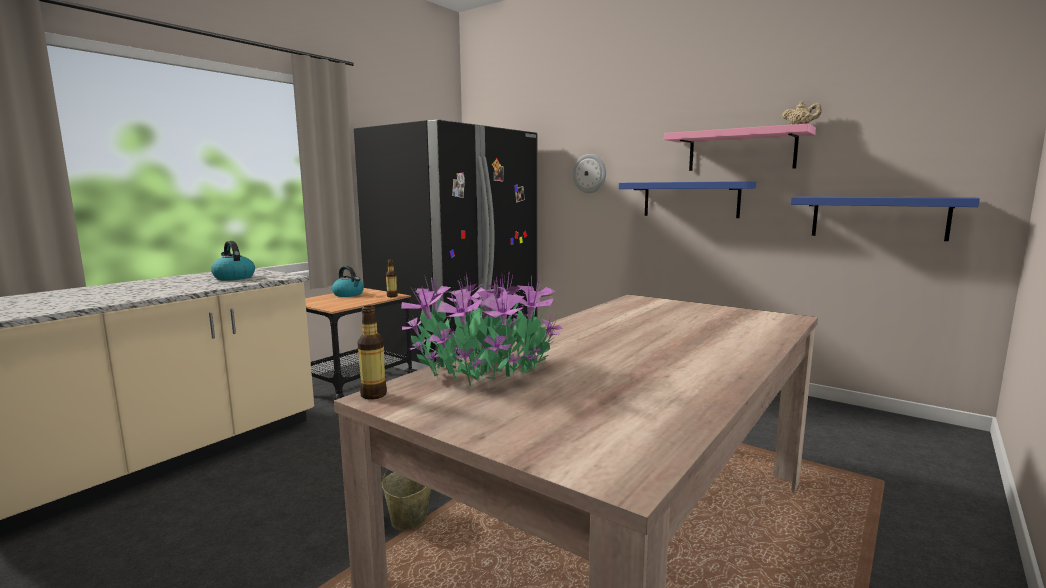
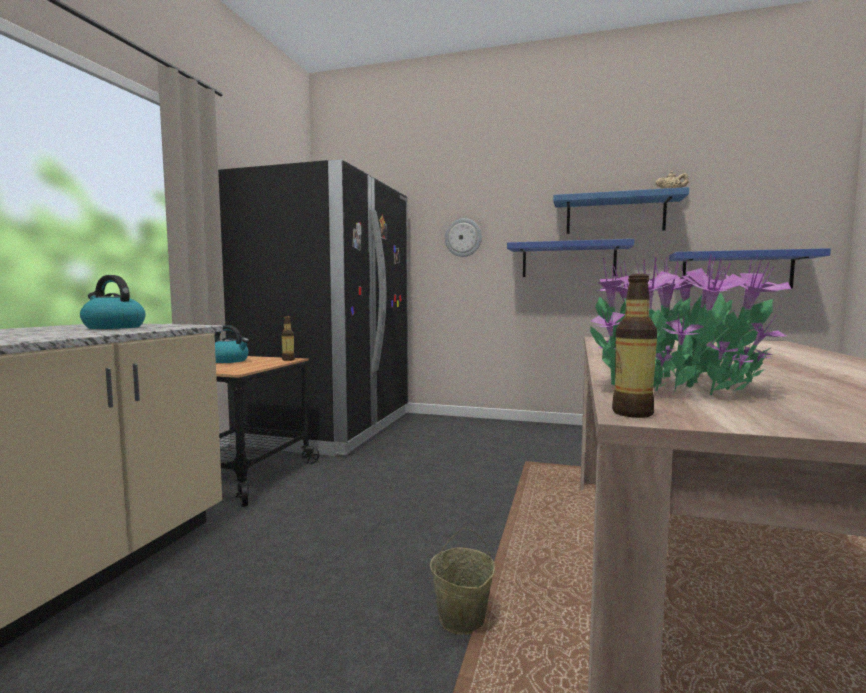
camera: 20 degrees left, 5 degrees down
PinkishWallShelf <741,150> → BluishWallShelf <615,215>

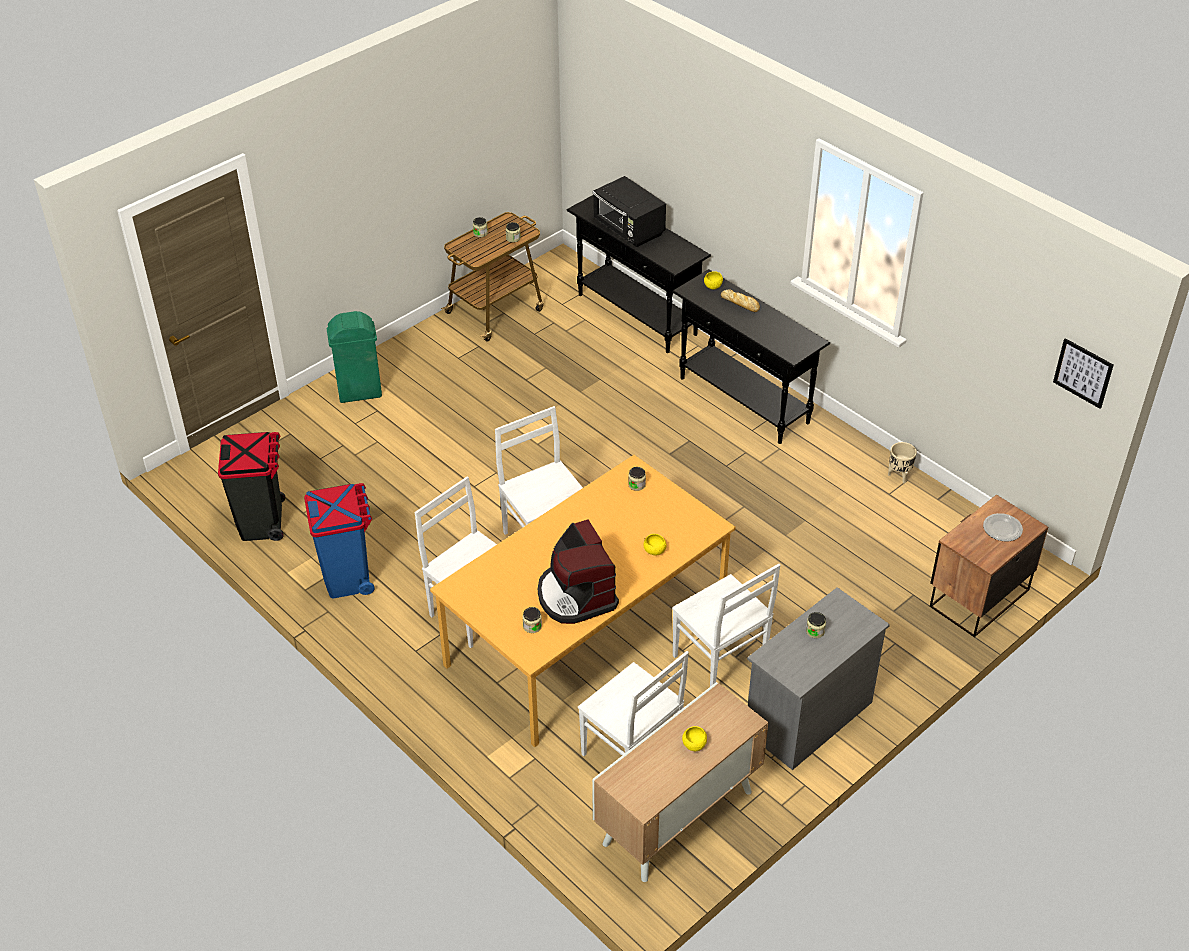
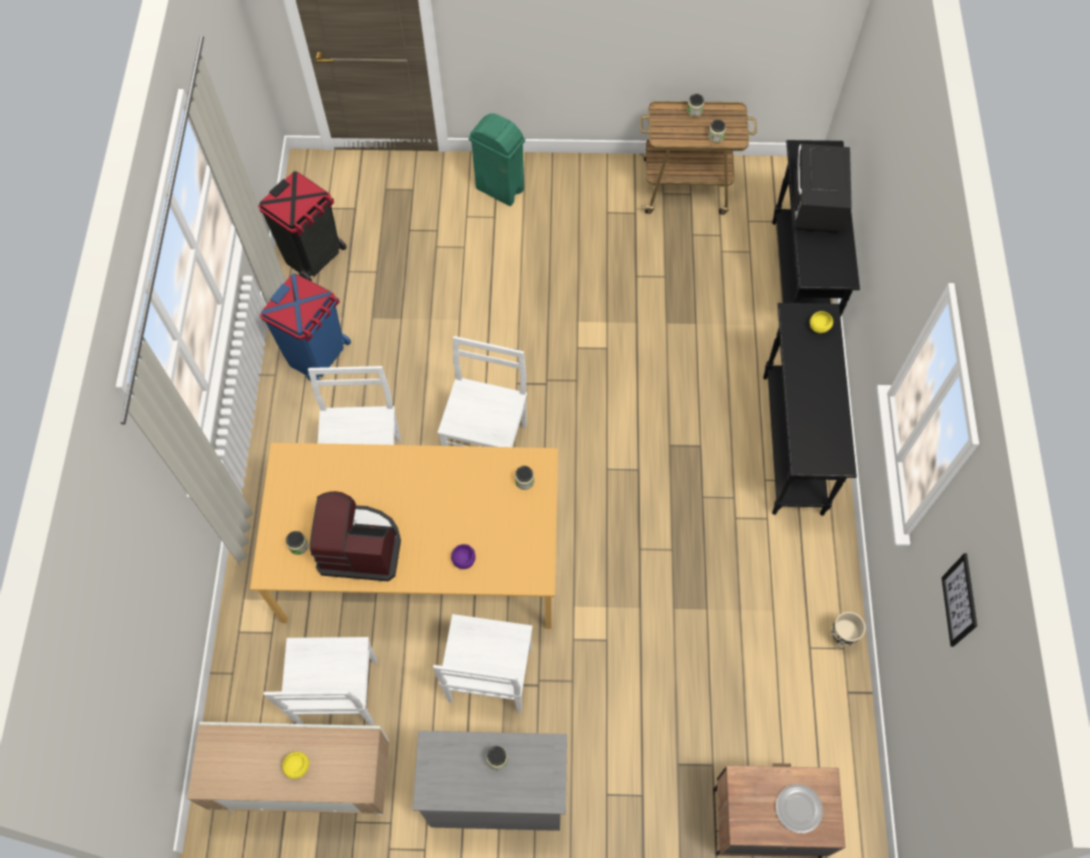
camera: 45 degrees right, 20 degrees up
BakeryBread <740,304> → -
Picture <1083,373> → Picture <960,600>, relocated
CoffeeBrewer <576,595> → CoffeeBrewer <360,547>, 75 degrees clockwise
YellowColouredServingBowl <654,551> → PurplishServingBowl <464,560>

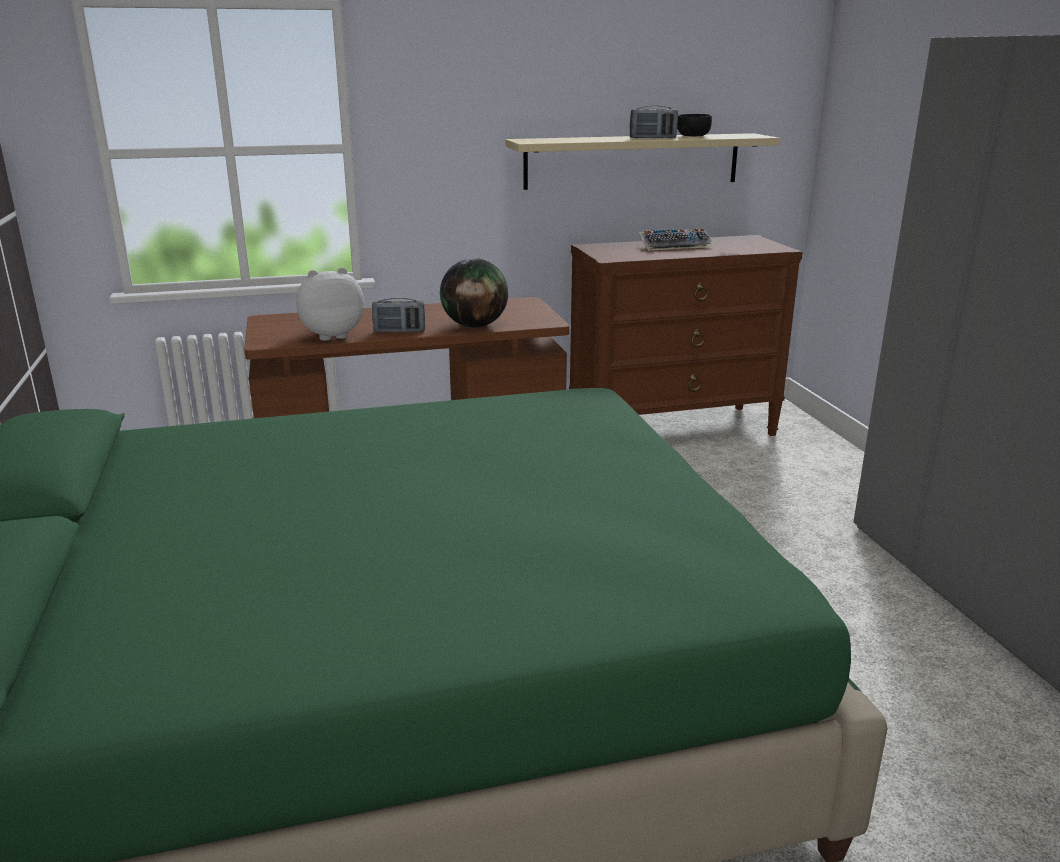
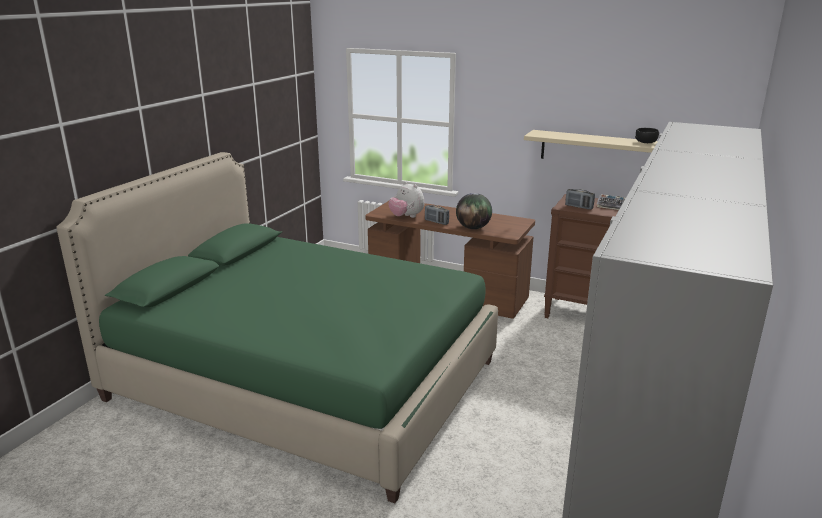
camera: 40 degrees right, 0 degrees up
RadioSet <652,138> → RadioSet <579,207>, relocated
CuddlyToy <331,335> → CuddlyToy <406,217>, 150 degrees counterclockwise

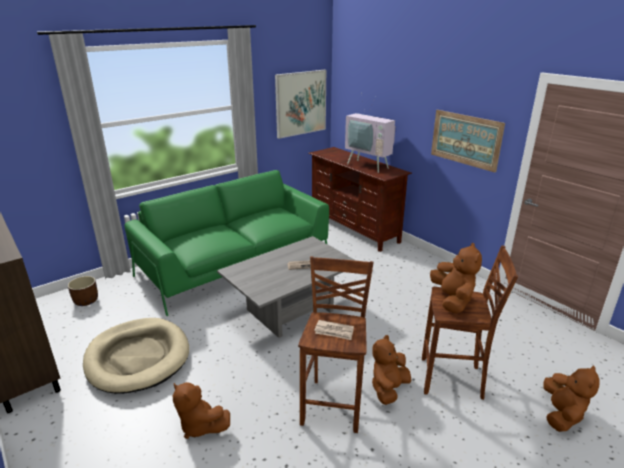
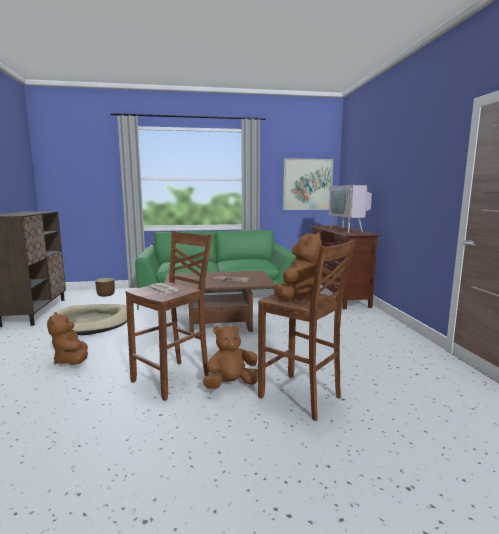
camera: 30 degrees right, 15 degrees down
Picture <465,139> → -
GreyLowTable <290,312> → BrownishLowTable <218,325>
BrownishCuddlyToy <561,414> → -

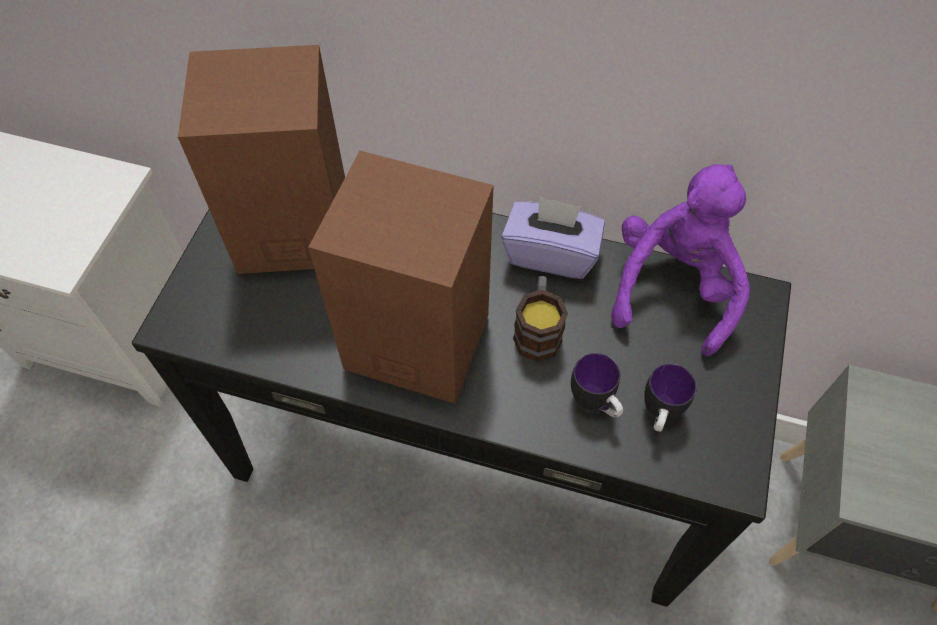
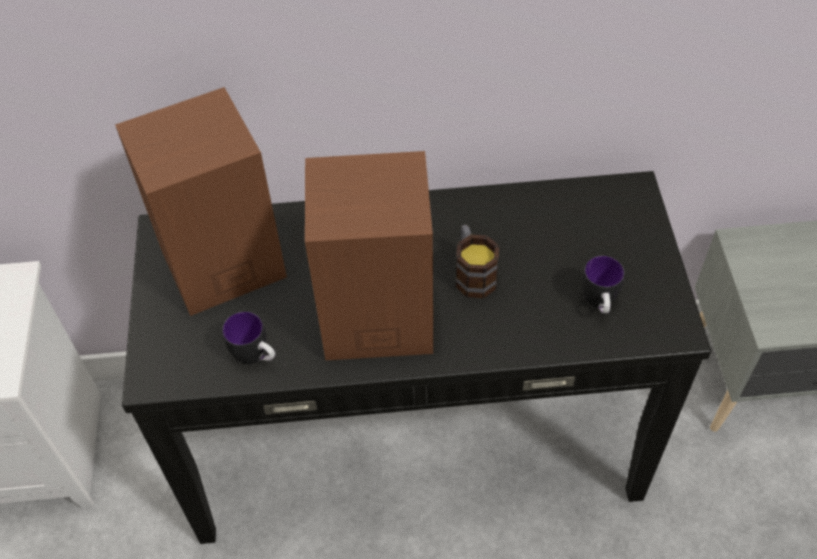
camera: 20 degrees left, 5 degrees down
PurplishCuddlyToy <673,287> → -
PurplishTissueBox <550,254> → -
Mug <595,404> → Mug <256,358>, relocated

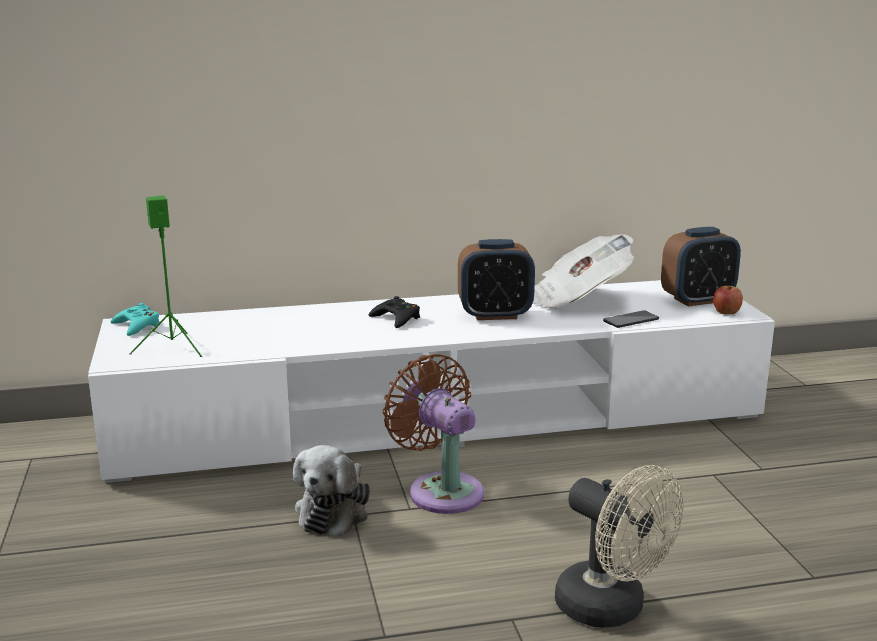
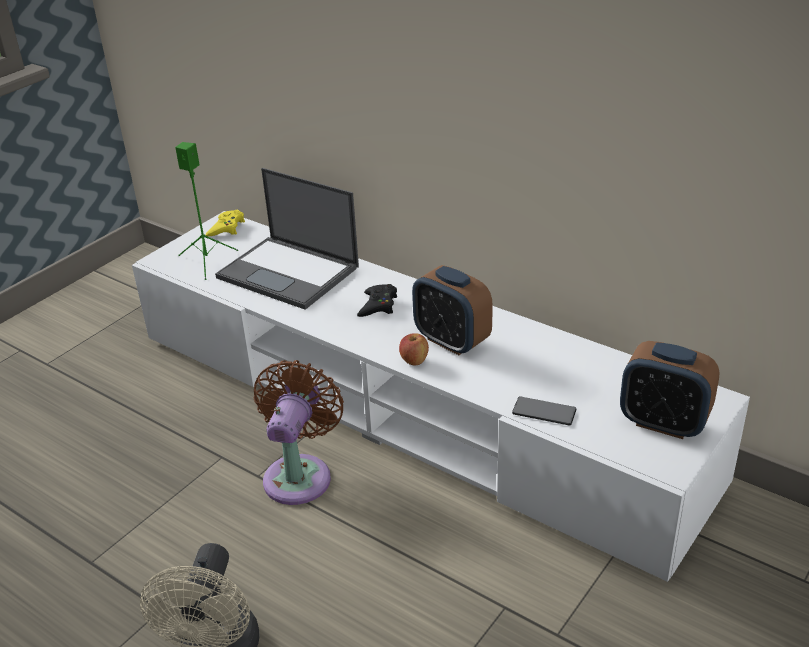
camera: 50 degrees right, 15 degrees up
DailyPaper <576,299> → -
WholeApple <726,313> → WholeApple <414,361>, relocated
TurquoiseJoypad <137,326> → YellowColouredJoypad <226,228>
CuddlyToy <334,511> → -
- → PortableComputer <290,272>

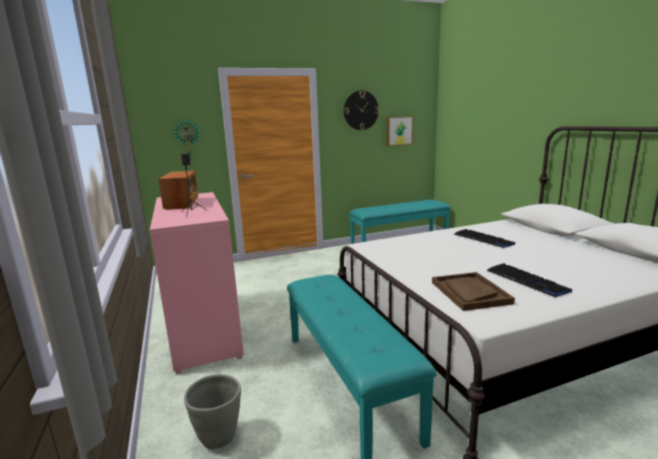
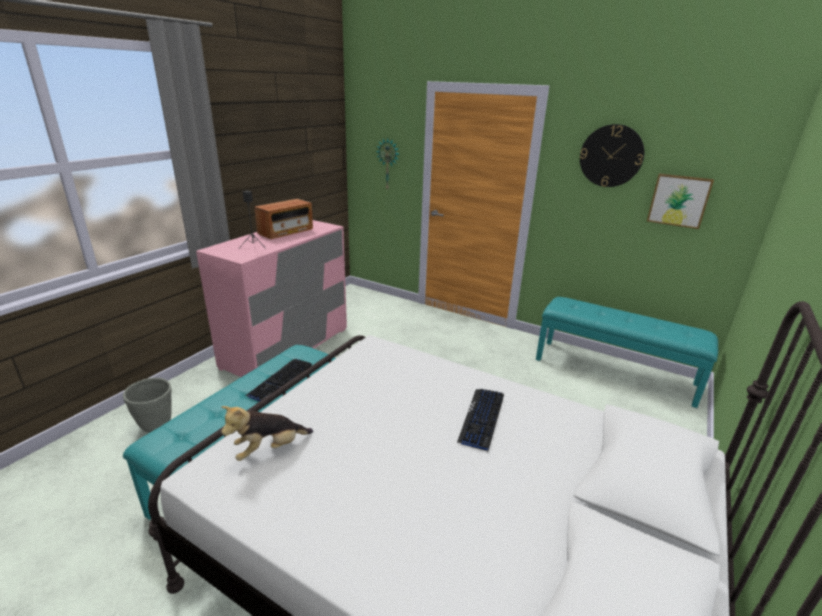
camera: 50 degrees right, 10 degrees up
Keyboard <526,281> → Keyboard <280,381>, relocated
BrownishTray <469,292> → CuddlyToy <269,449>

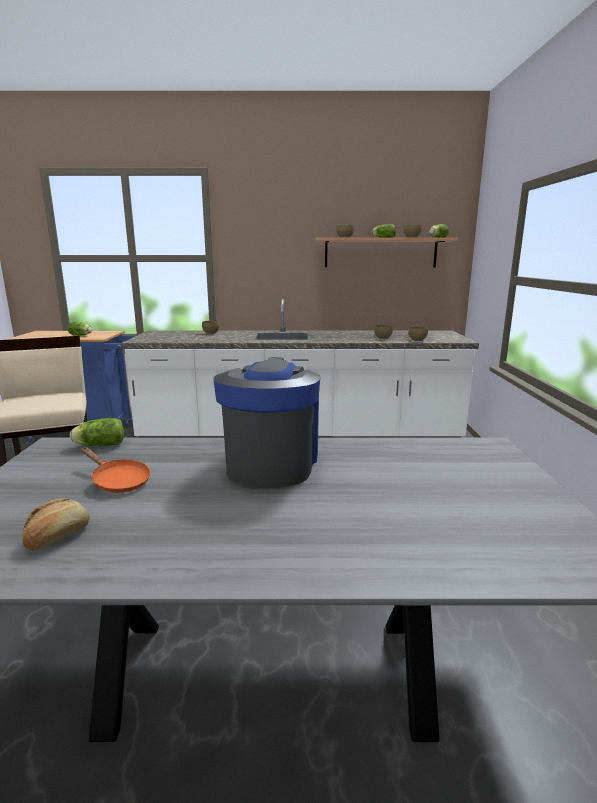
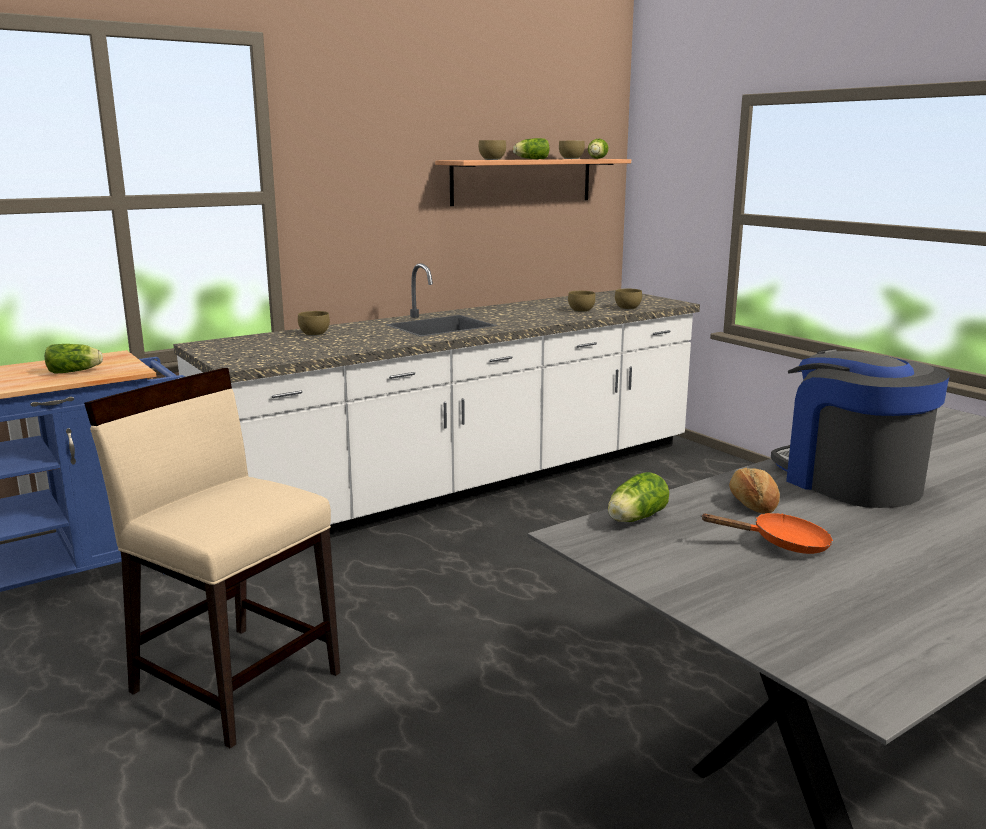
camera: 35 degrees left, 0 degrees up
BakeryBread <57,536> → BakeryBread <752,504>, relocated

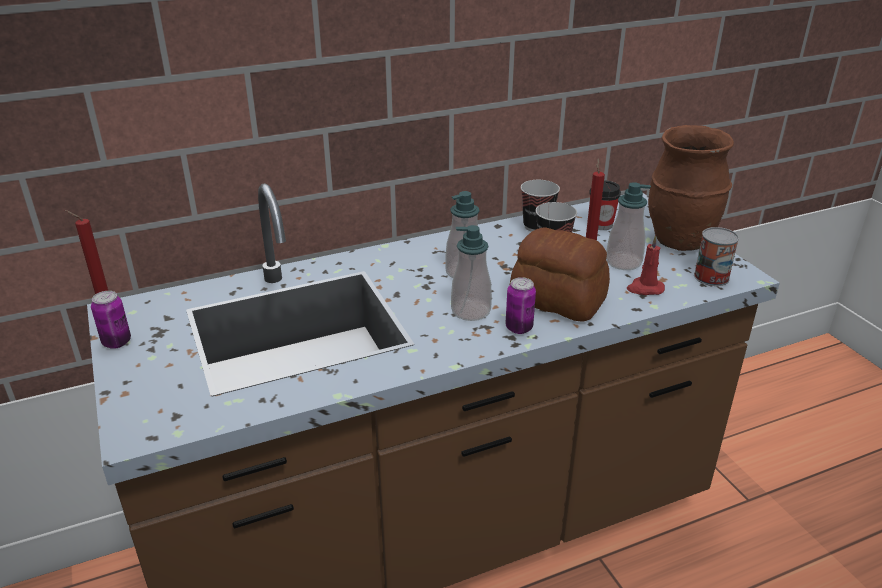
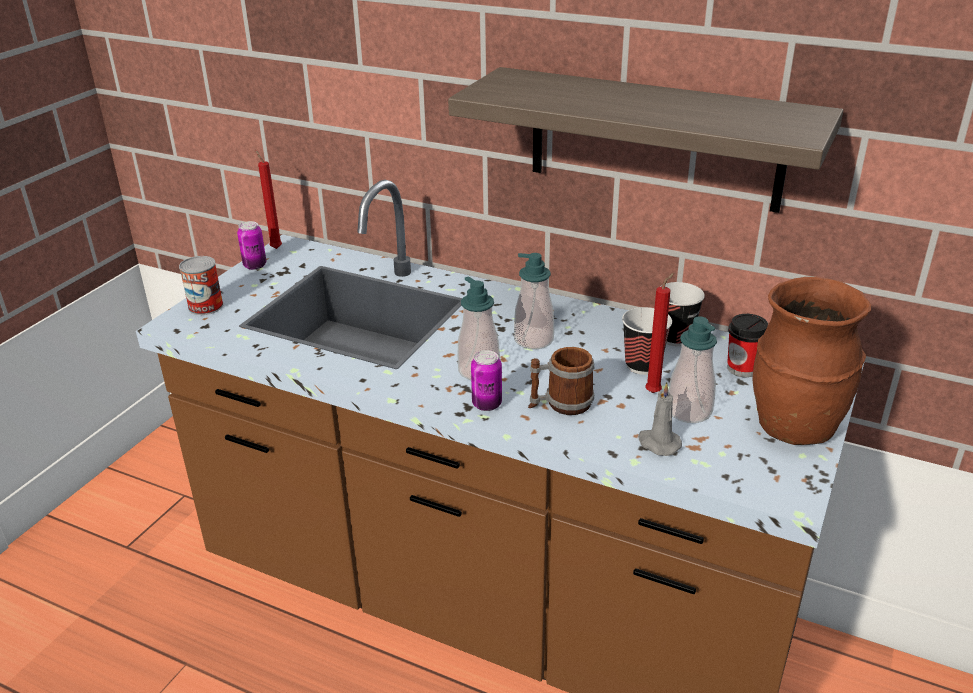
camera: 50 degrees right, 0 degrees up
Can <711,277> → Can <205,306>, relocated
BakeryBread <558,300> → Mug <560,404>
RedCandle <644,288> → GreyCandle <658,443>
- → WallShelf <654,139>

